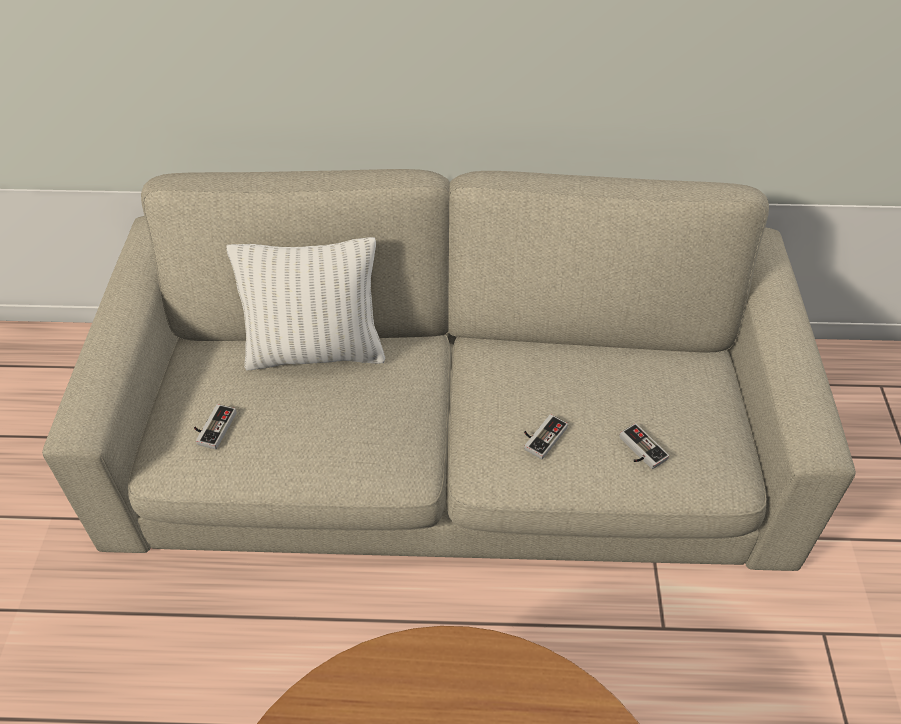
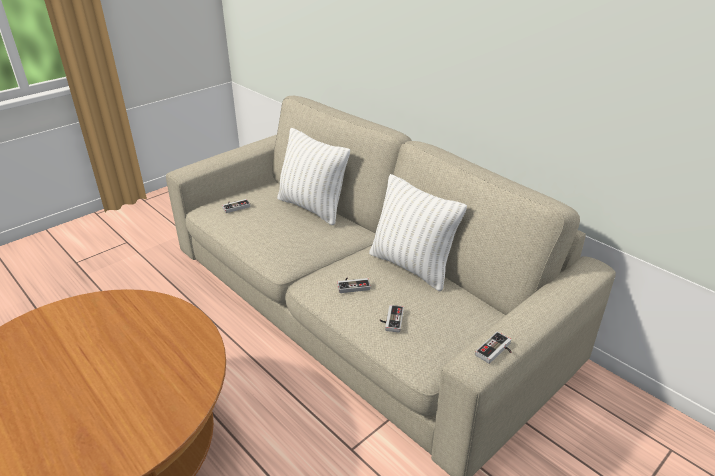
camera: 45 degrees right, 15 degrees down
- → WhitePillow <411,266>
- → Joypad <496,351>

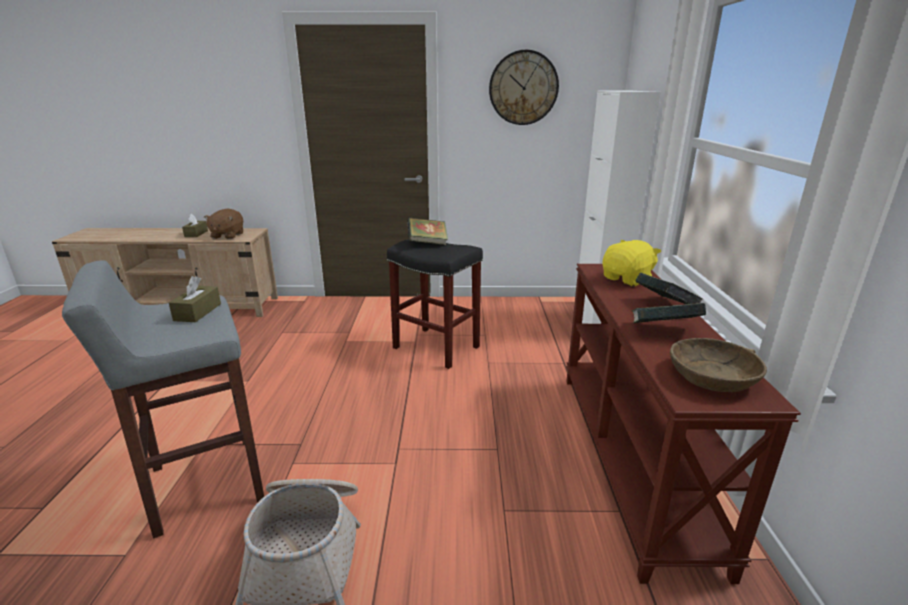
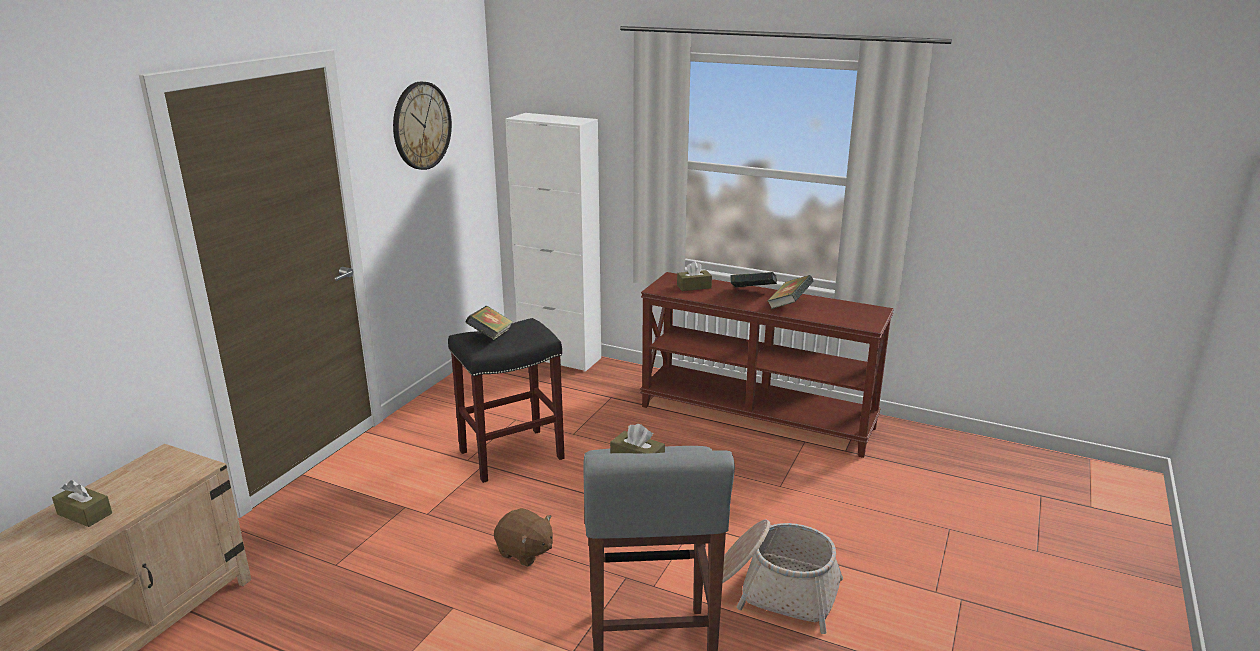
camera: 65 degrees left, 0 degrees up
BrownishCuddlyToy <227,235> → BrownishCuddlyToy <525,552>, relocated
YellowColouredCuddlyToy <627,279> → BrownishTissueBox <694,286>
BrownishServingBowl <712,376> → -

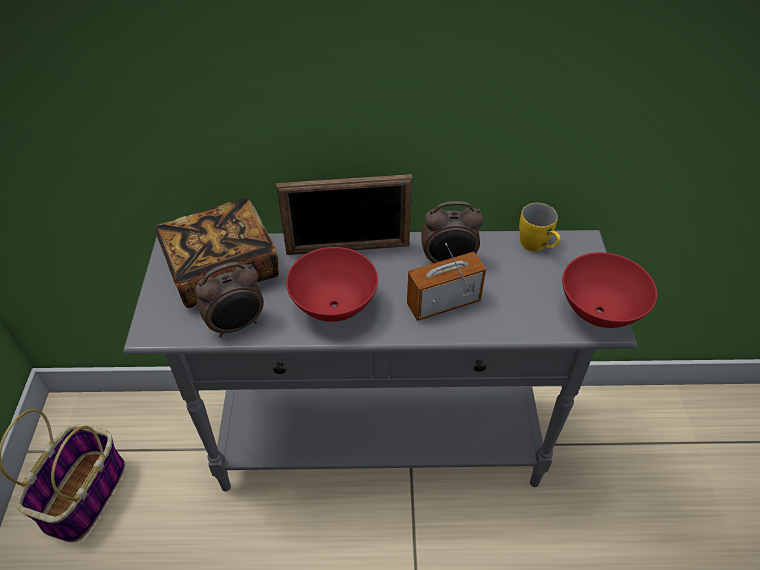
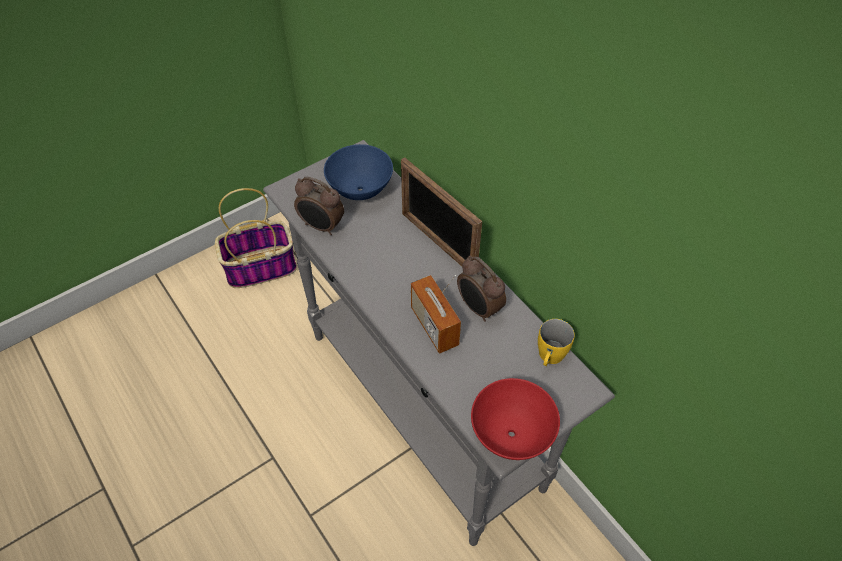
camera: 55 degrees right, 5 degrees up
Book <222,270> → BluishServingBowl <360,190>
RadioSet <443,303> → RadioSet <434,326>, 150 degrees counterclockwise
RedServingBowl <334,306> → -

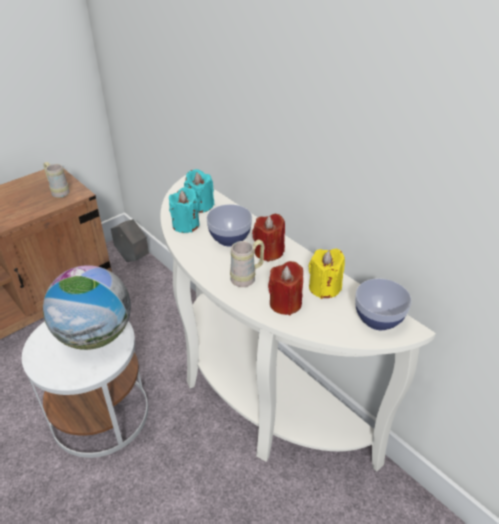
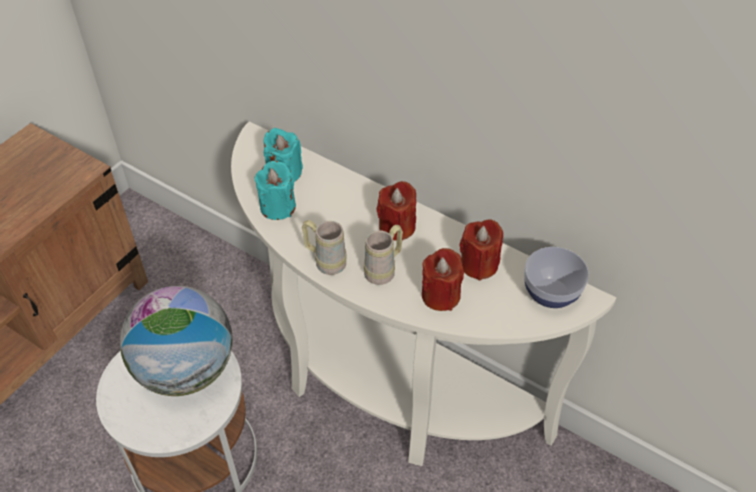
camera: 15 degrees left, 10 degrees up
BeigeColouredMug <58,192> → BeigeColouredMug <325,261>, relocated
ServingBowl <229,238> → -
GreyPlanter <132,258> → -
YellowColouredCandle <324,288> → RedCandle <479,264>

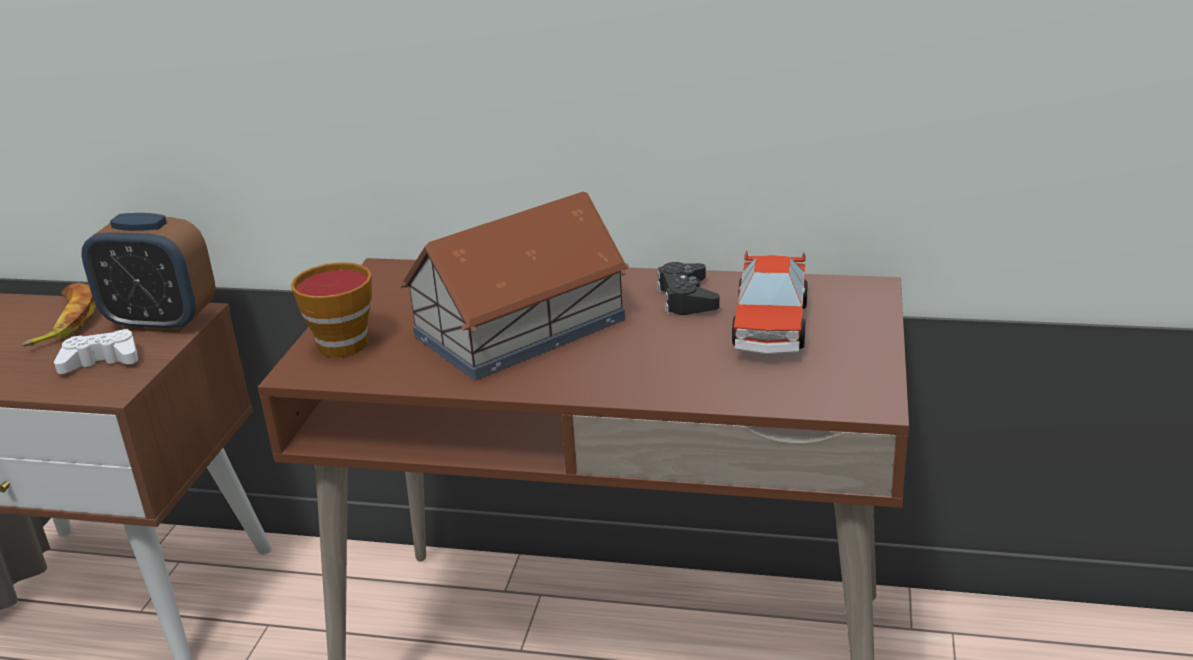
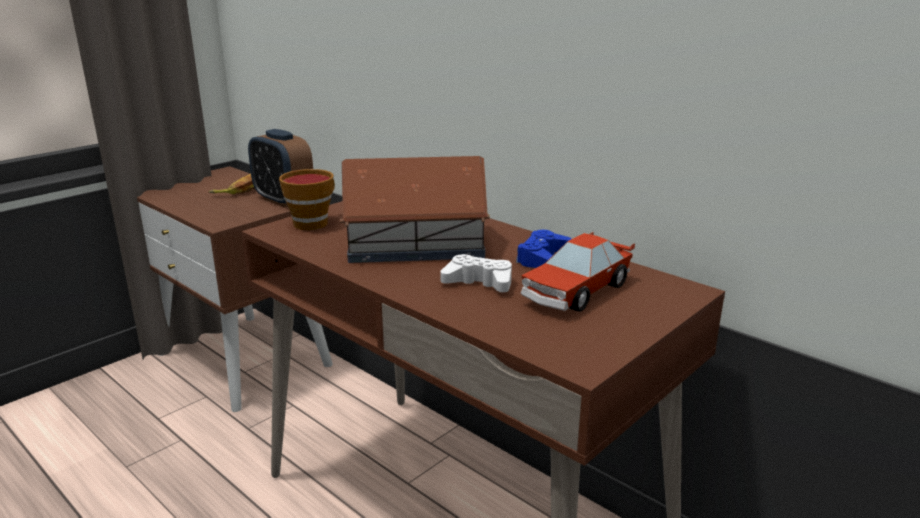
camera: 30 degrees right, 5 degrees down
BlackColouredJoypad <686,298> → BluishJoypad <542,258>
WhiteJoypad <101,361> → WhiteJoypad <479,282>, relocated

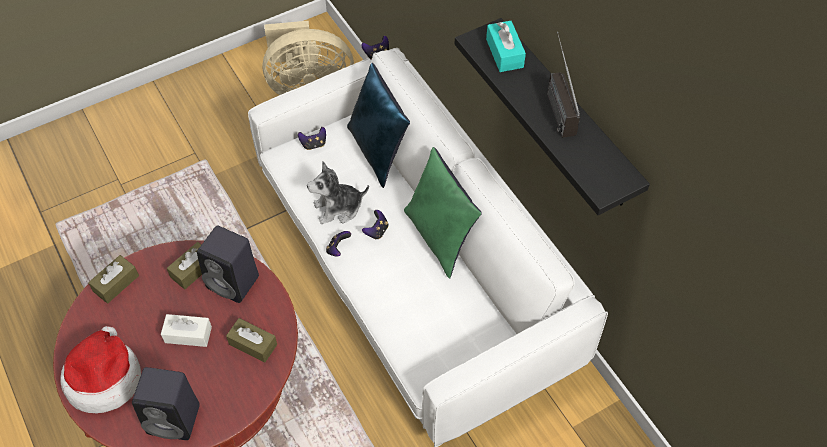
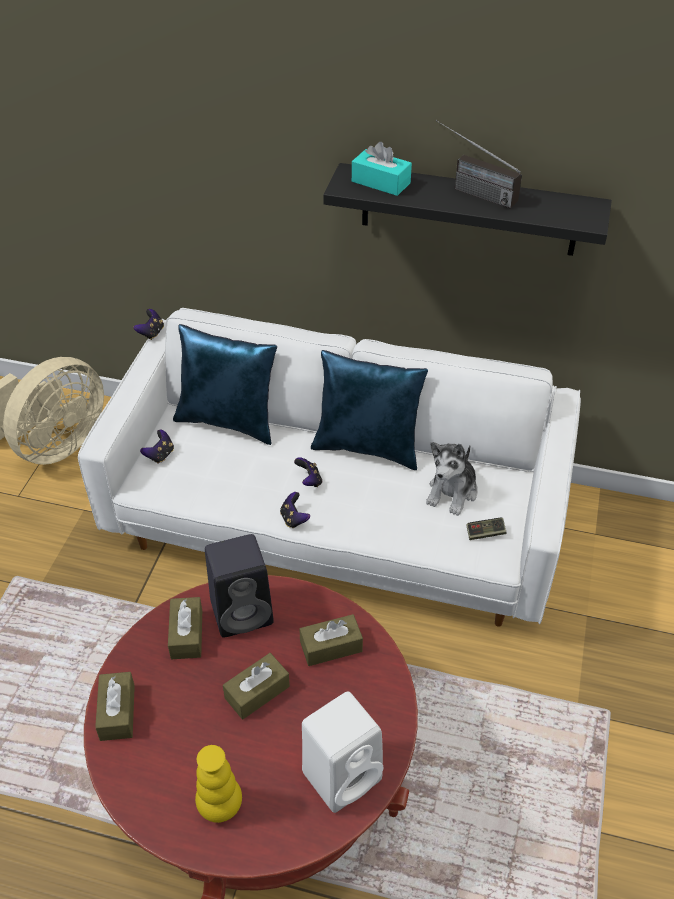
camera: 45 degrees left, 10 degrees down
GreenPillow <440,237> → BluishPillow <368,447>
CuddlyToy <338,208> → CuddlyToy <452,492>, relocated
WhiteTissueBox <188,334> → BrownishTissueBox <257,692>
WearableHat <104,378> → YellowColouredDecorativeVase <220,806>
BlackColouredLoudspeaker <175,419> → WhiteLoudspeaker <343,774>
- → Joypad <485,533>

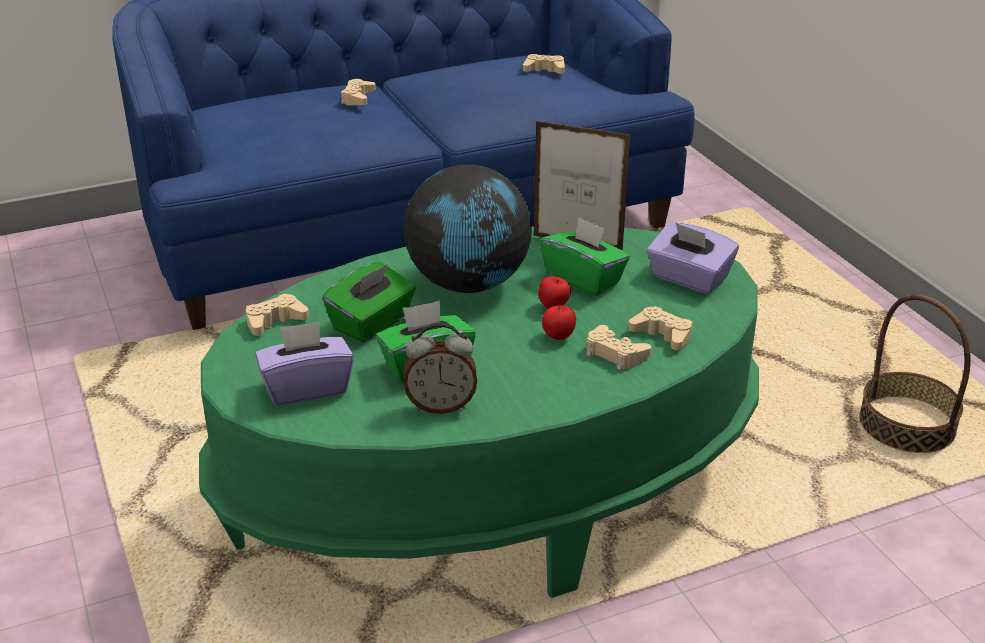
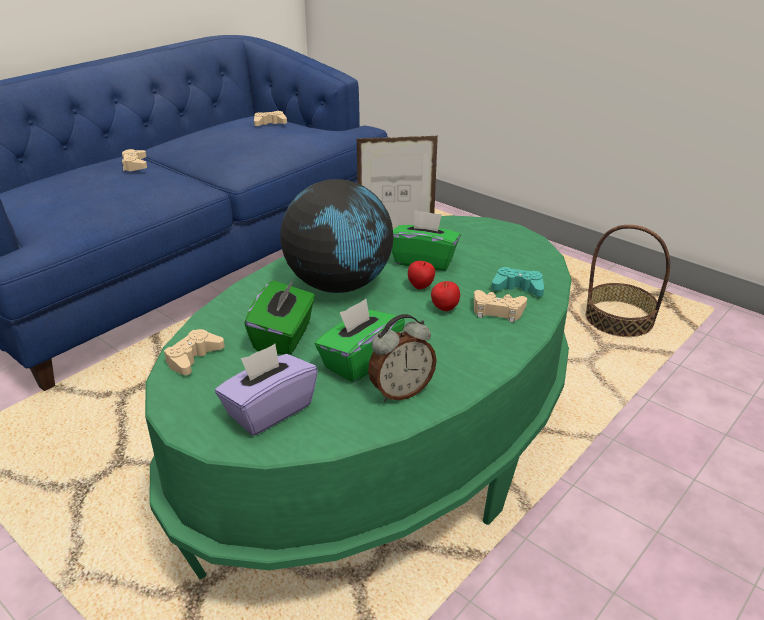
camera: 25 degrees left, 0 degrees up
PurplishTissueBox <689,278> → -
BeigeColouredJoypad <662,335> → TurquoiseJoypad <518,288>

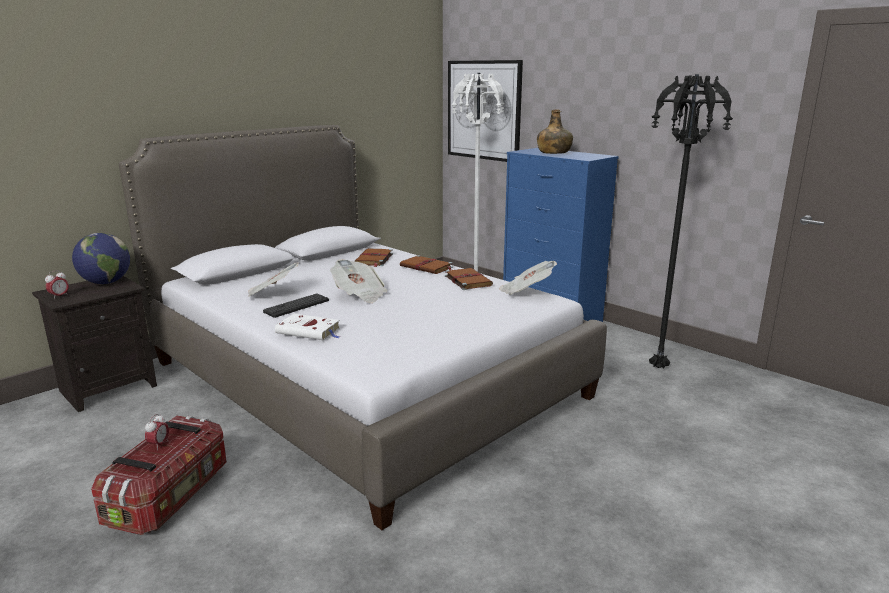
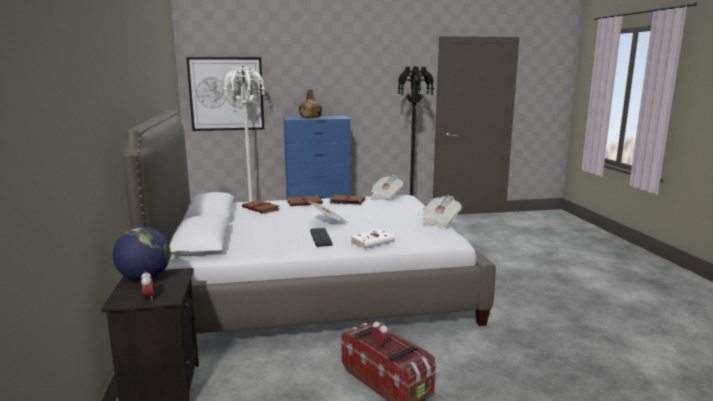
camera: 55 degrees left, 5 degrees down
DailyPaper <272,293> → DailyPaper <439,222>, relocated

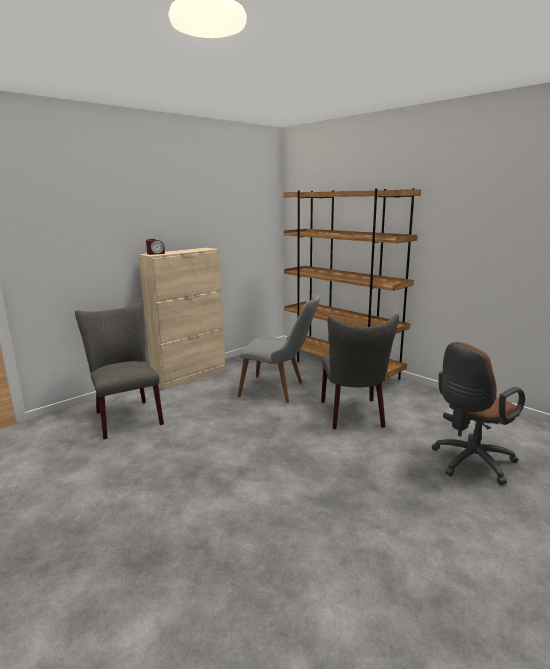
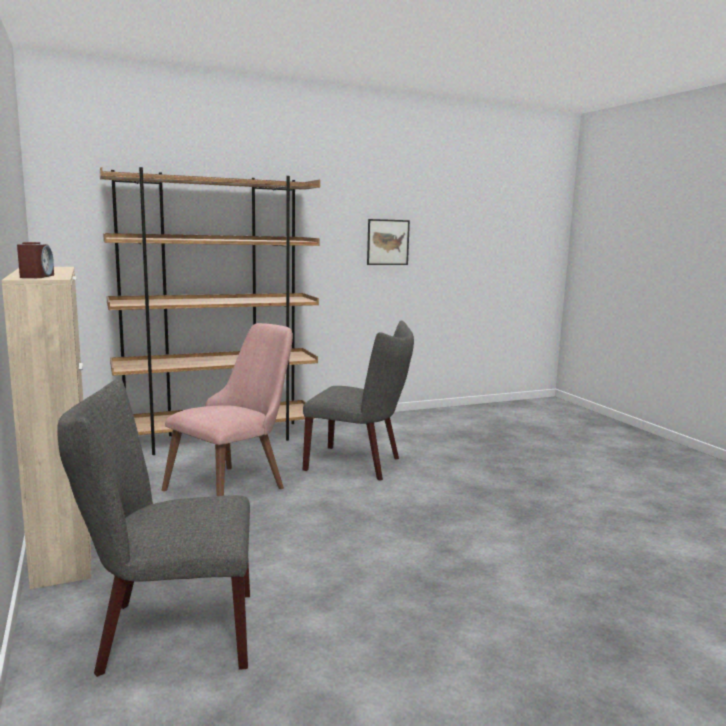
camera: 70 degrees left, 5 degrees down
GreyPlainChair <280,389> → PinkishPlainChair <235,484>
BrownishDeskChair <470,463> → -
- → Picture <388,242>

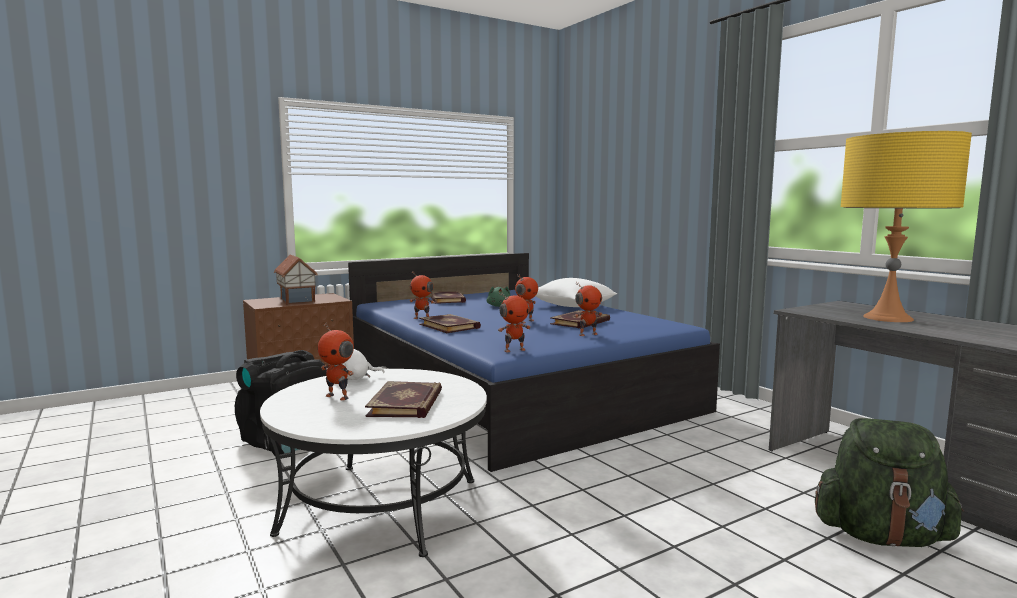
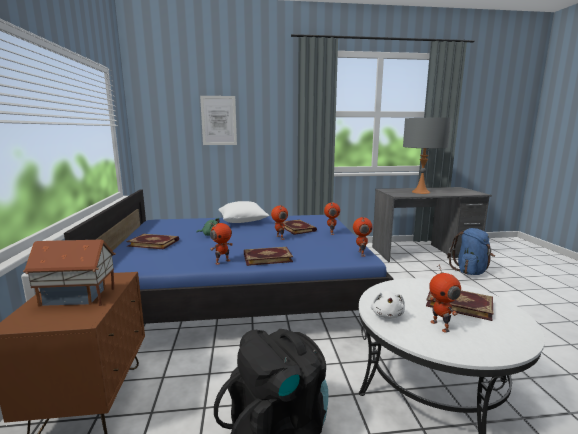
camera: 65 degrees left, 5 degrees up
YellowColouredTableLamp <888,318> → GreyTableLamp <420,192>
ToyRobot <338,397> → ToyRobot <440,326>, 105 degrees clockwise
GreenBackpack <881,536> → BluishBackpack <470,271>
- → Picture <219,120>

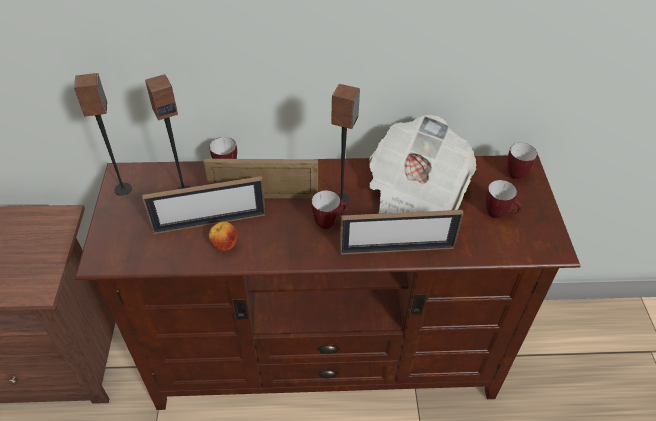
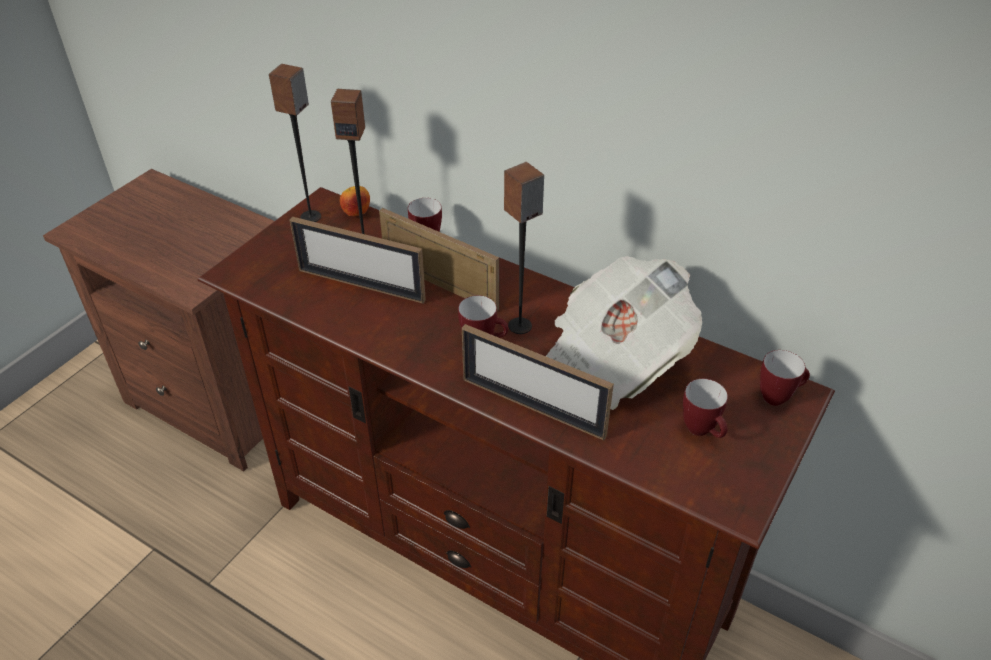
camera: 35 degrees right, 5 degrees down
WholeApple <224,245> → WholeApple <356,213>, relocated

